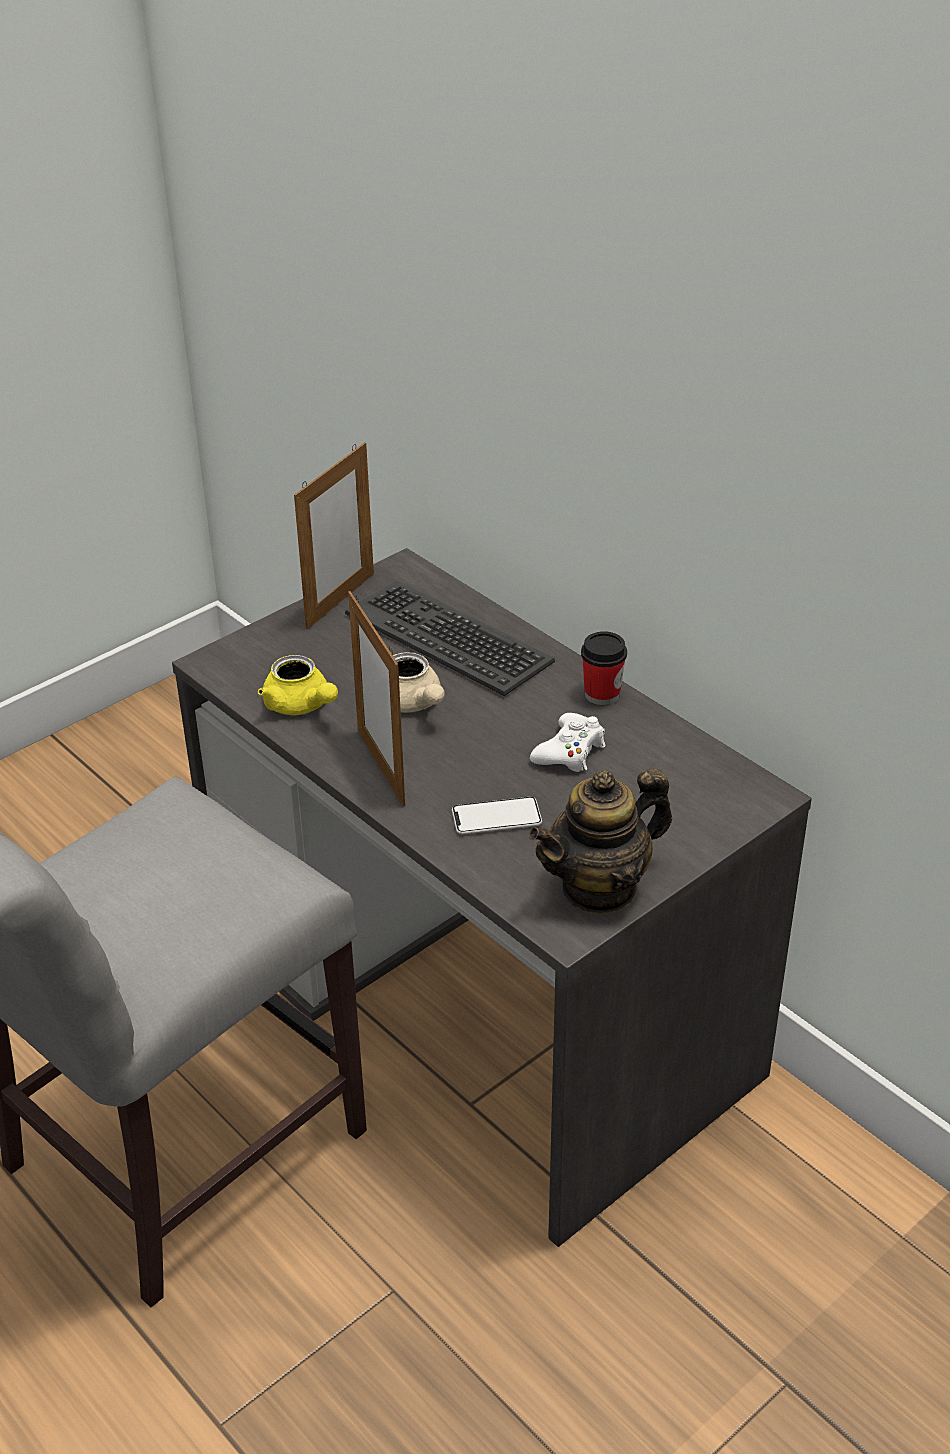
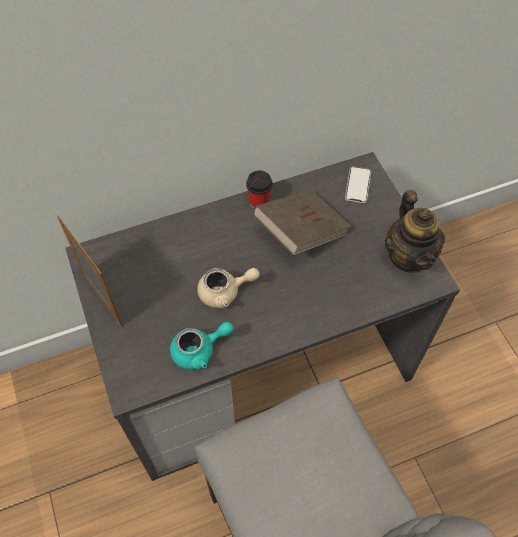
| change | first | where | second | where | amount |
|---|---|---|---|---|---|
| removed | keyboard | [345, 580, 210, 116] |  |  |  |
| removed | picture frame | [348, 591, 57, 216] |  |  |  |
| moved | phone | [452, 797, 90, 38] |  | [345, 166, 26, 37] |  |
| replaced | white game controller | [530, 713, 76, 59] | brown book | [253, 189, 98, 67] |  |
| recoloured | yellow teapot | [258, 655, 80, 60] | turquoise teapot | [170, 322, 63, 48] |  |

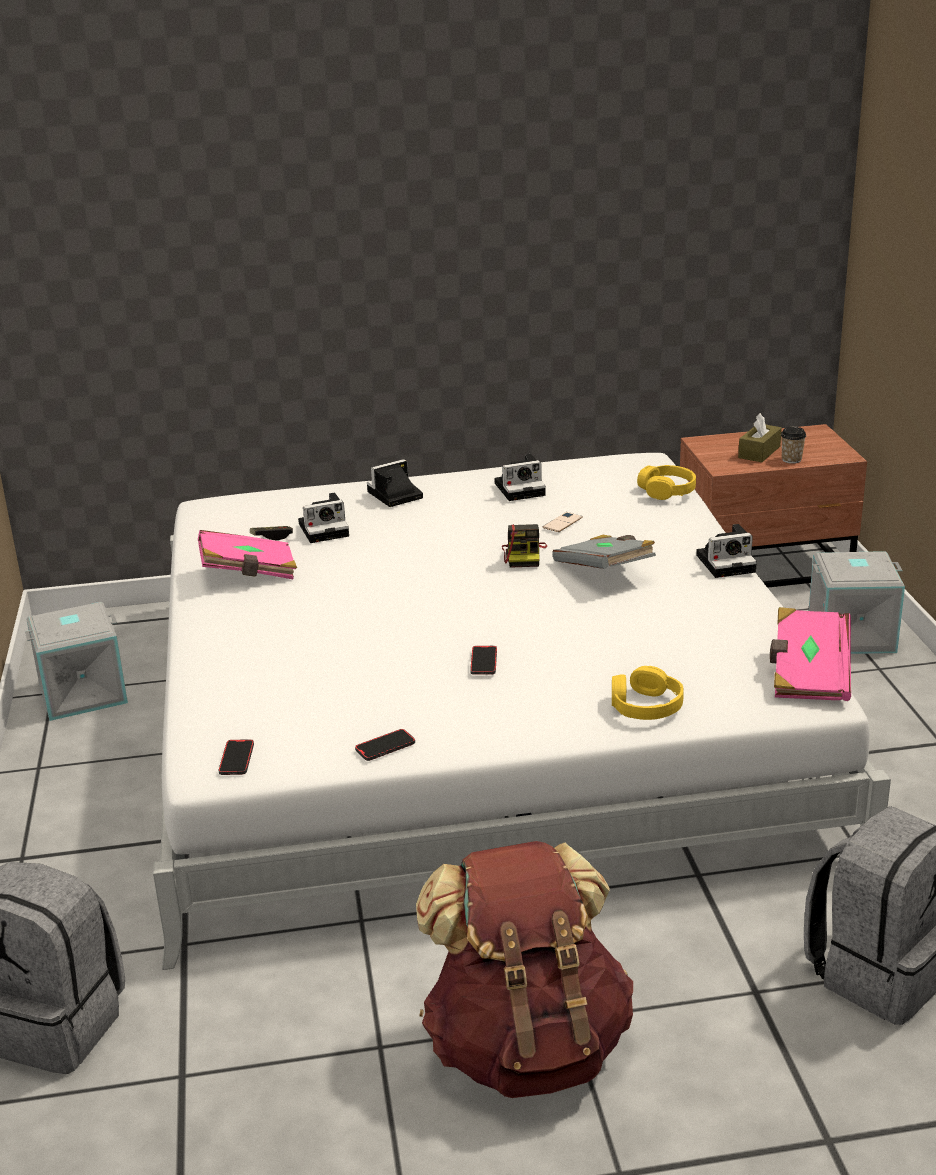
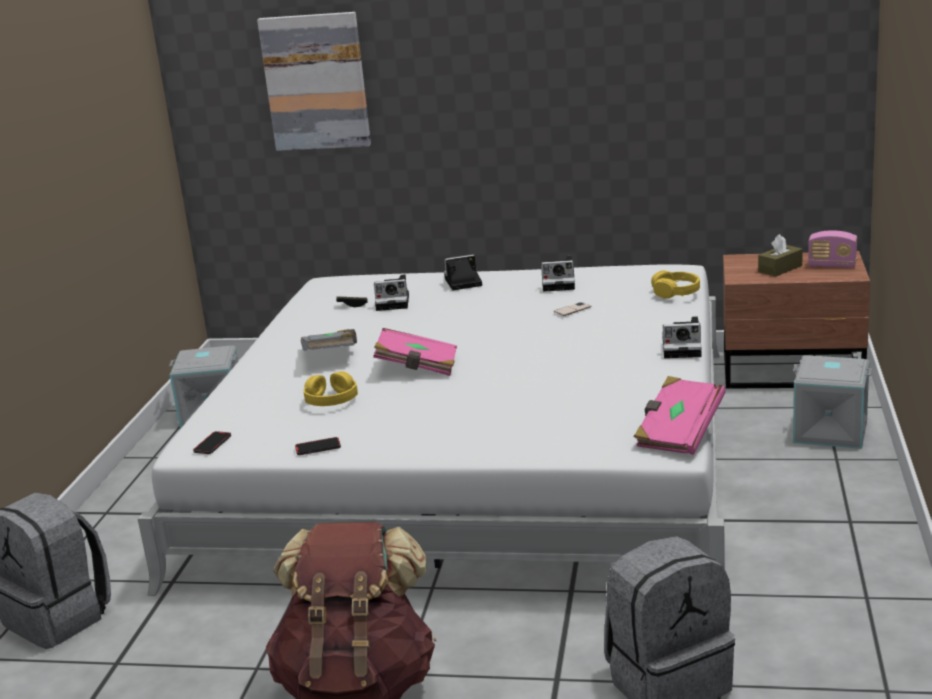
| change | first | where | second | where | amount |
|---|---|---|---|---|---|
| removed | phone | [470, 646, 27, 29] |  |  |  |
| removed | photo camera | [502, 524, 45, 44] |  |  |  |
| removed | cup | [781, 427, 25, 37] |  |  |  |
| added |  |  | picture | [257, 12, 114, 139] |  |
| added |  |  | radio | [808, 230, 49, 38] |  |
| moved | pink book | [198, 530, 99, 49] |  | [373, 328, 84, 48] |  |
| moved | grey book | [552, 535, 104, 34] |  | [301, 329, 56, 22] |  |
| moved | yellow headphones | [612, 666, 72, 54] |  | [304, 371, 54, 35] |  |

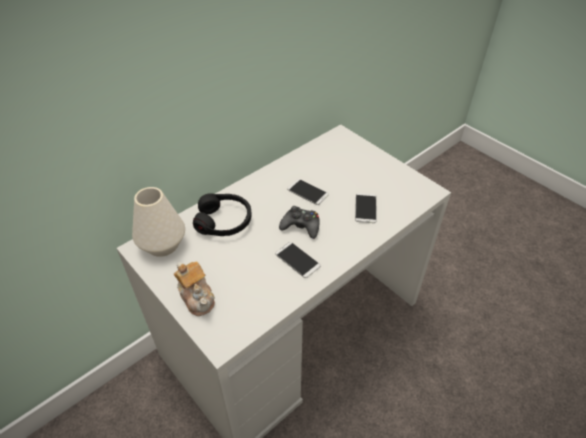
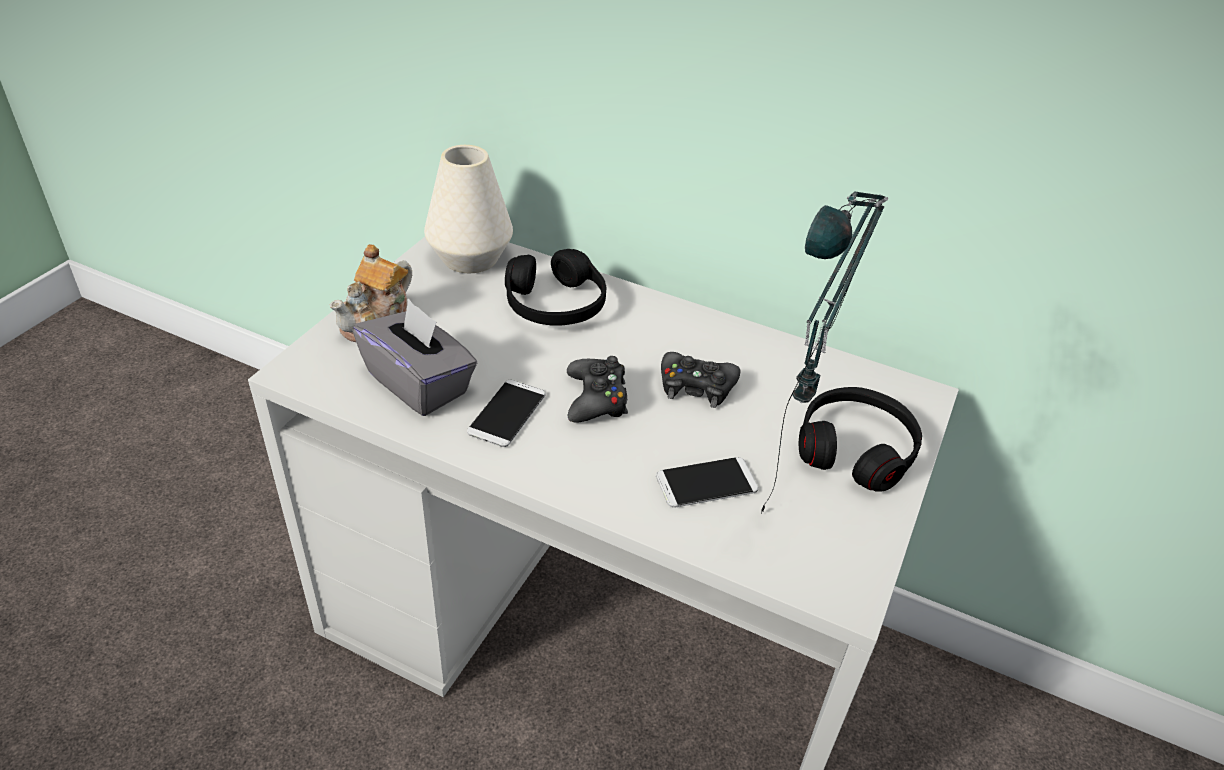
| change | first | where | second | where | amount |
|---|---|---|---|---|---|
| added |  |  | grey tissue box | [353, 299, 124, 117] |  |
| added |  |  | table lamp | [761, 191, 127, 323] |  |
| added |  |  | black headphones | [799, 387, 123, 105] |  |
| replaced | phone | [287, 179, 42, 26] | black game controller | [661, 352, 79, 56] |  |

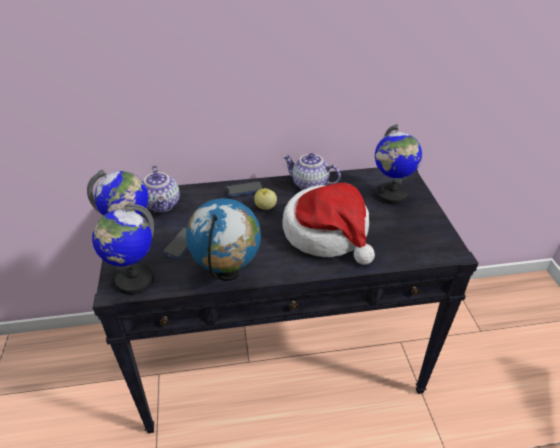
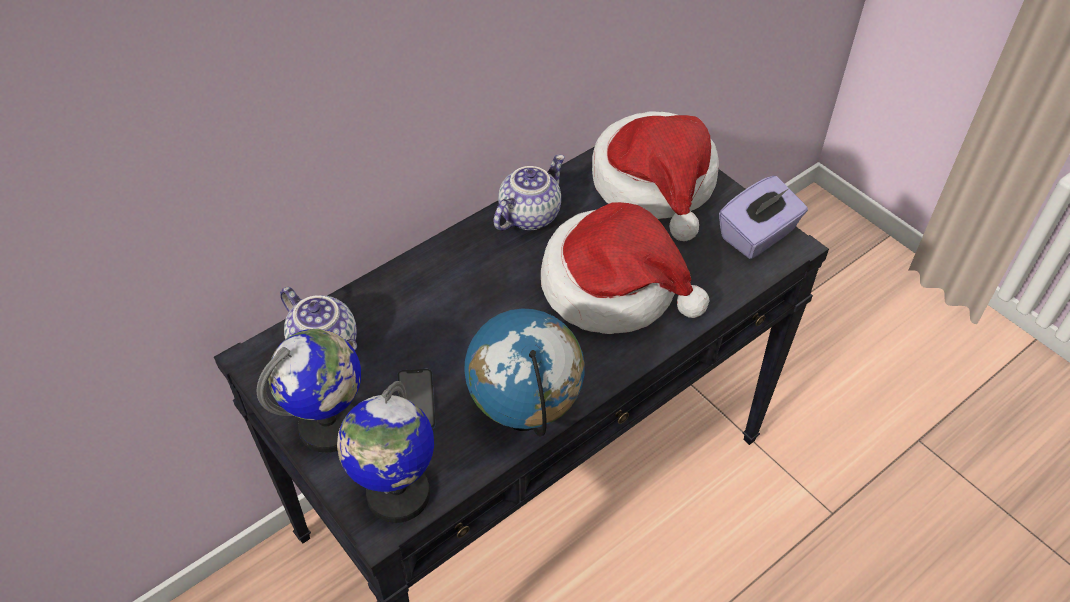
| change | first | where | second | where | amount |
|---|---|---|---|---|---|
| removed | phone | [225, 181, 39, 15] |  |  |  |
| removed | apple | [254, 188, 23, 22] |  |  |  |
| added |  |  | purple tissue box | [719, 176, 89, 83] |  |
| replaced | globe | [375, 124, 47, 81] | hat | [592, 111, 127, 130] |  |
| turned | teapot | [283, 153, 58, 37] |  | [493, 155, 72, 76] | 135 degrees clockwise |

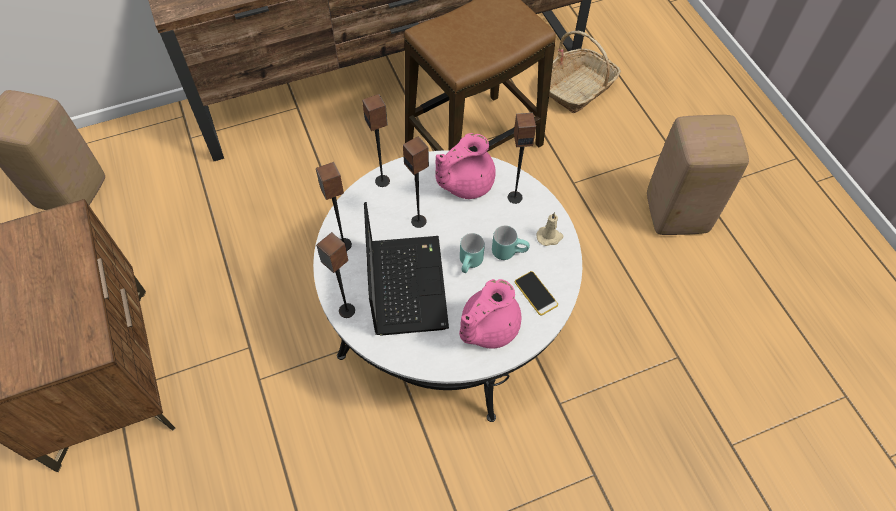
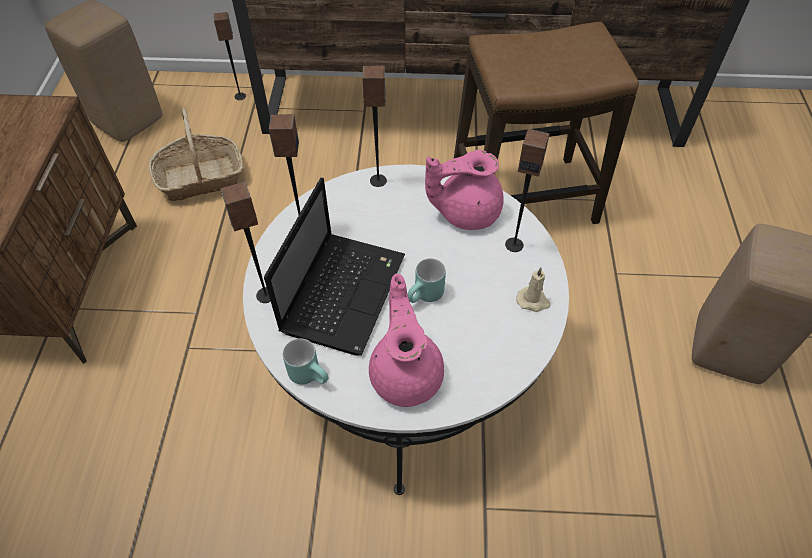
| change | first | where | second | where | amount |
|---|---|---|---|---|---|
| removed | phone | [515, 271, 43, 45] |  |  |  |
| moved | speaker | [403, 136, 26, 92] |  | [214, 12, 32, 88] |  |
| moved | turquoise mug | [492, 225, 38, 35] |  | [283, 338, 46, 47] |  |
| moved | basket | [549, 31, 72, 82] |  | [148, 108, 96, 93] |  |
| turned | pink teapot | [459, 279, 62, 70] |  | [369, 274, 75, 133] | 105 degrees clockwise |

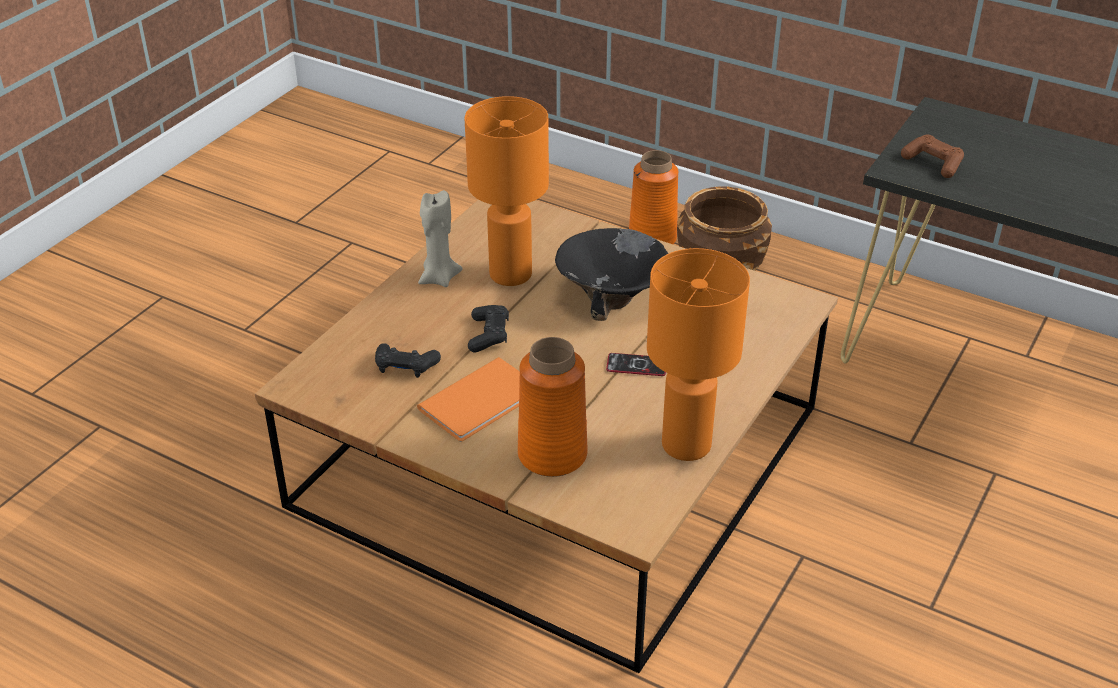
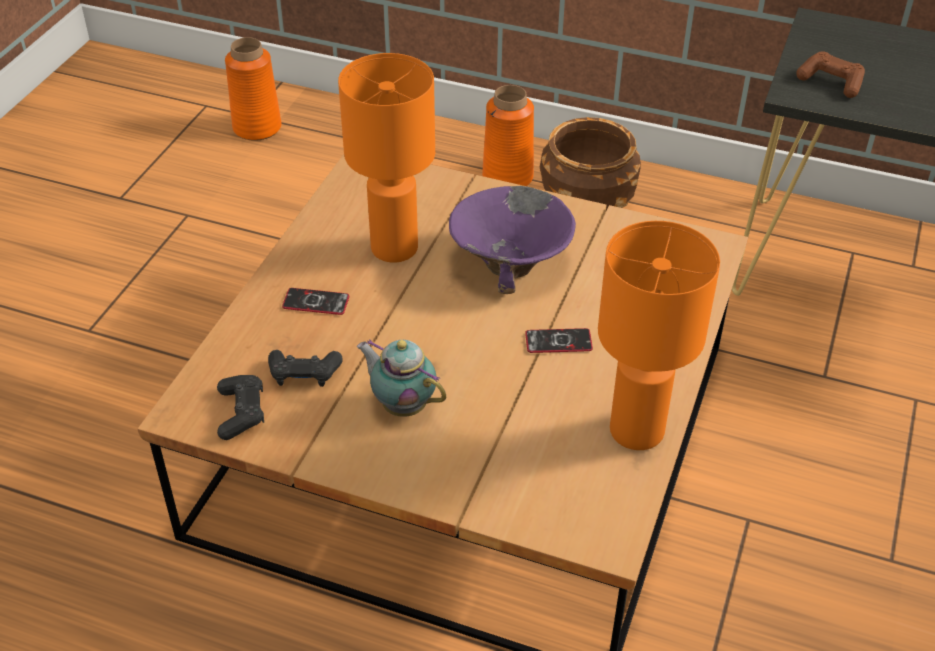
| change | first | where | second | where | amount |
|---|---|---|---|---|---|
| removed | beige candle | [418, 190, 45, 97] |  |  |  |
| added |  |  | phone | [282, 288, 67, 27] |  |
| moved | black game controller | [468, 305, 41, 47] |  | [217, 375, 47, 65] |  |
| moved | orange vase | [518, 337, 70, 140] |  | [225, 37, 56, 104] |  |
| replaced | orange book | [417, 357, 103, 84] | teapot | [357, 339, 89, 78] |  |
| recoloured | black bowl | [555, 228, 113, 93] | purple bowl | [449, 186, 127, 108] |  |

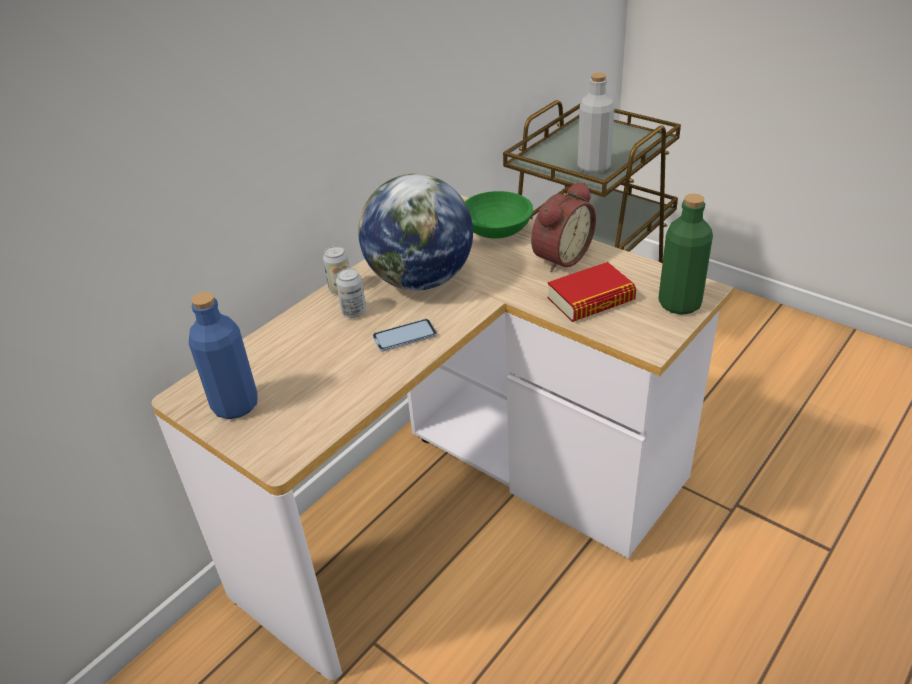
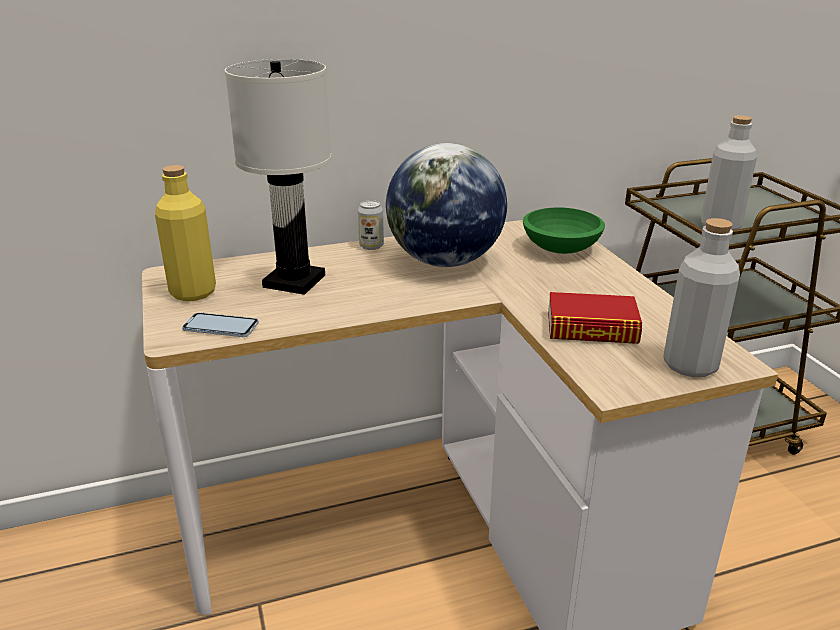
| change | first | where | second | where | amount |
|---|---|---|---|---|---|
| removed | can | [336, 268, 30, 50] |  |  |  |
| removed | alarm clock | [531, 182, 65, 90] |  |  |  |
| added |  |  | white table lamp | [225, 59, 107, 236] |  |
| moved | phone | [372, 319, 65, 33] |  | [182, 312, 77, 25] |  |
| recoloured | blue bottle | [189, 292, 68, 127] | yellow bottle | [155, 165, 61, 136] |  |
| recoloured | green bottle | [658, 193, 55, 122] | grey bottle | [663, 218, 77, 159] |  |

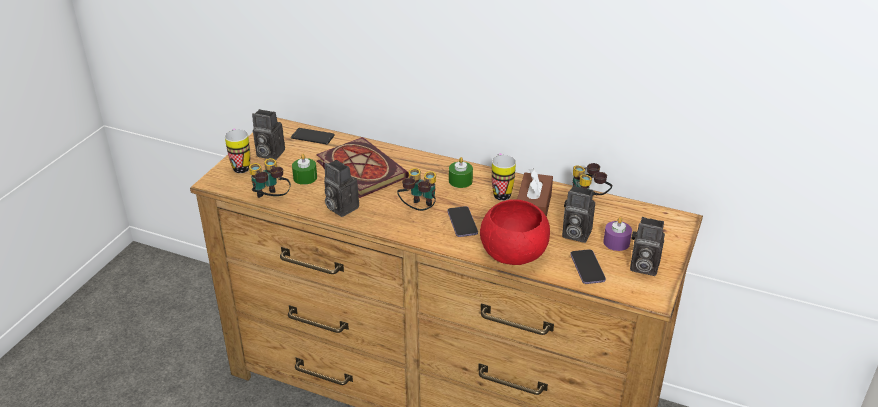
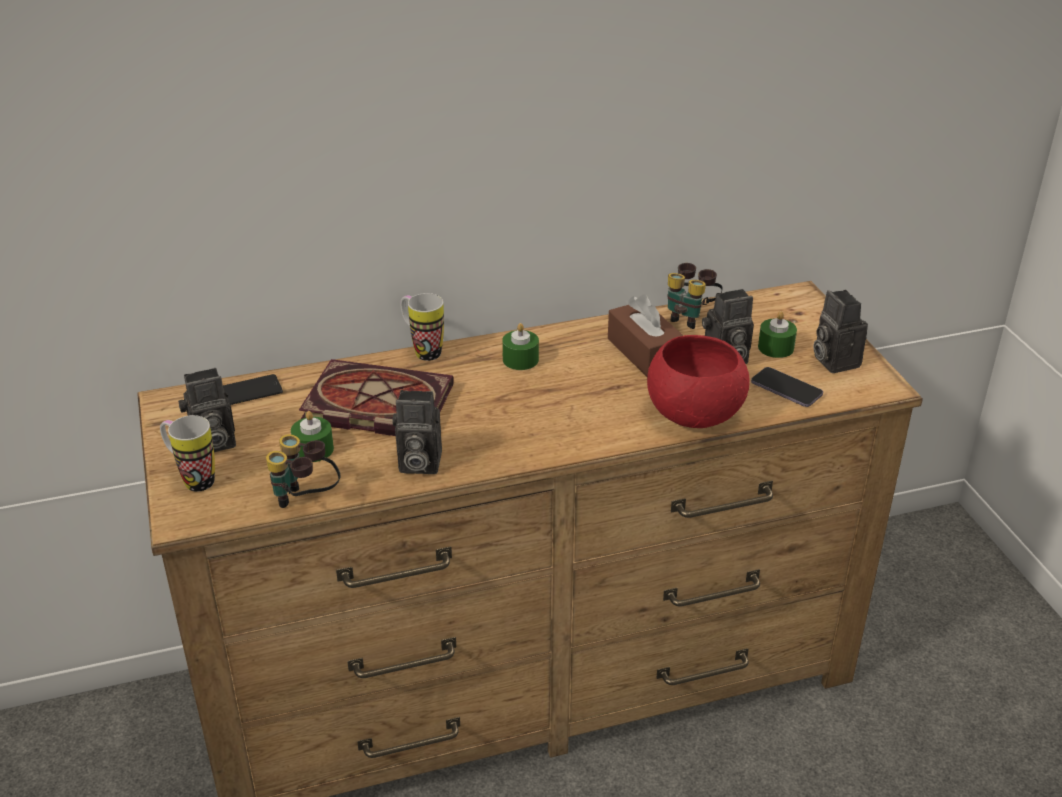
| change | first | where | second | where | amount |
|---|---|---|---|---|---|
| removed | binoculars | [397, 168, 39, 43] |  |  |  |
| removed | phone | [447, 206, 31, 31] |  |  |  |
| moved | mug | [492, 153, 24, 48] |  | [401, 293, 43, 68] |  |
| recoloured | purple candle | [603, 217, 29, 34] | green candle | [758, 311, 39, 47] |  |
| turned | photo camera | [630, 217, 35, 59] |  | [813, 290, 55, 83] | 90 degrees clockwise |

